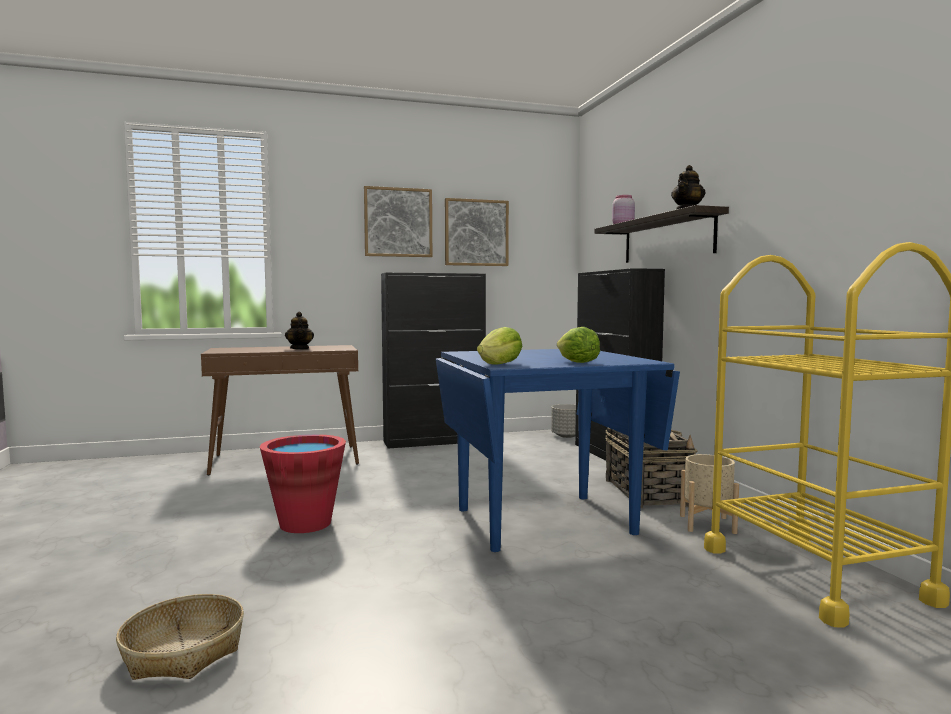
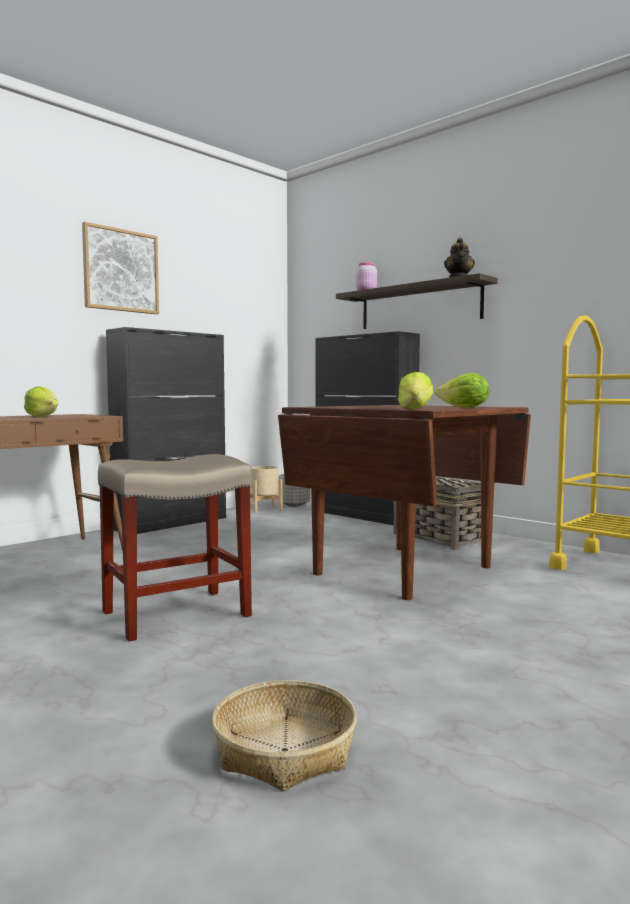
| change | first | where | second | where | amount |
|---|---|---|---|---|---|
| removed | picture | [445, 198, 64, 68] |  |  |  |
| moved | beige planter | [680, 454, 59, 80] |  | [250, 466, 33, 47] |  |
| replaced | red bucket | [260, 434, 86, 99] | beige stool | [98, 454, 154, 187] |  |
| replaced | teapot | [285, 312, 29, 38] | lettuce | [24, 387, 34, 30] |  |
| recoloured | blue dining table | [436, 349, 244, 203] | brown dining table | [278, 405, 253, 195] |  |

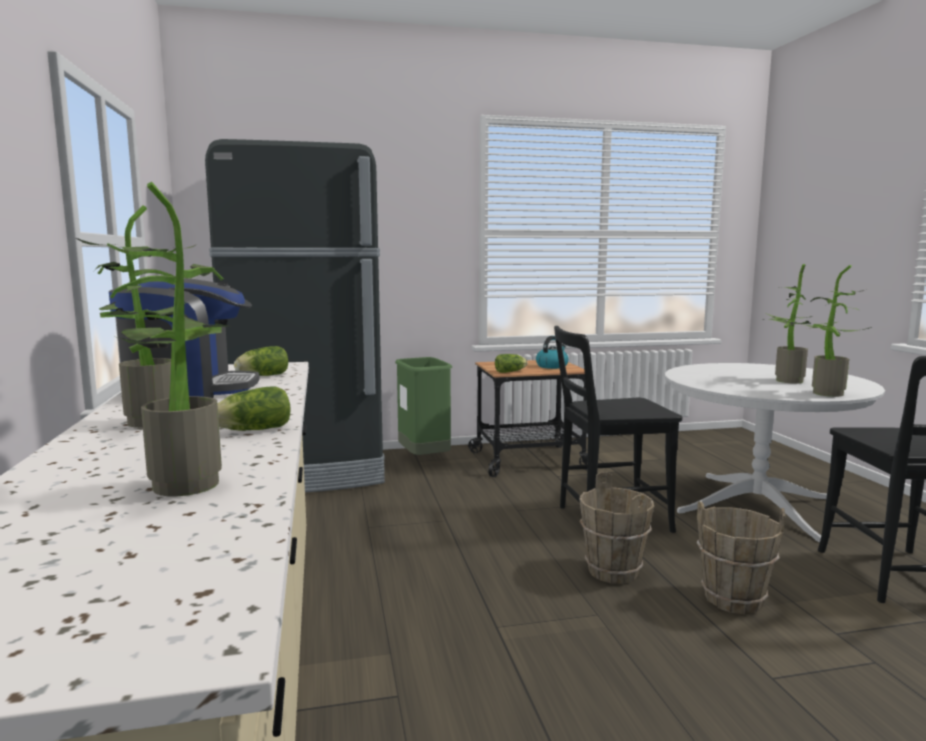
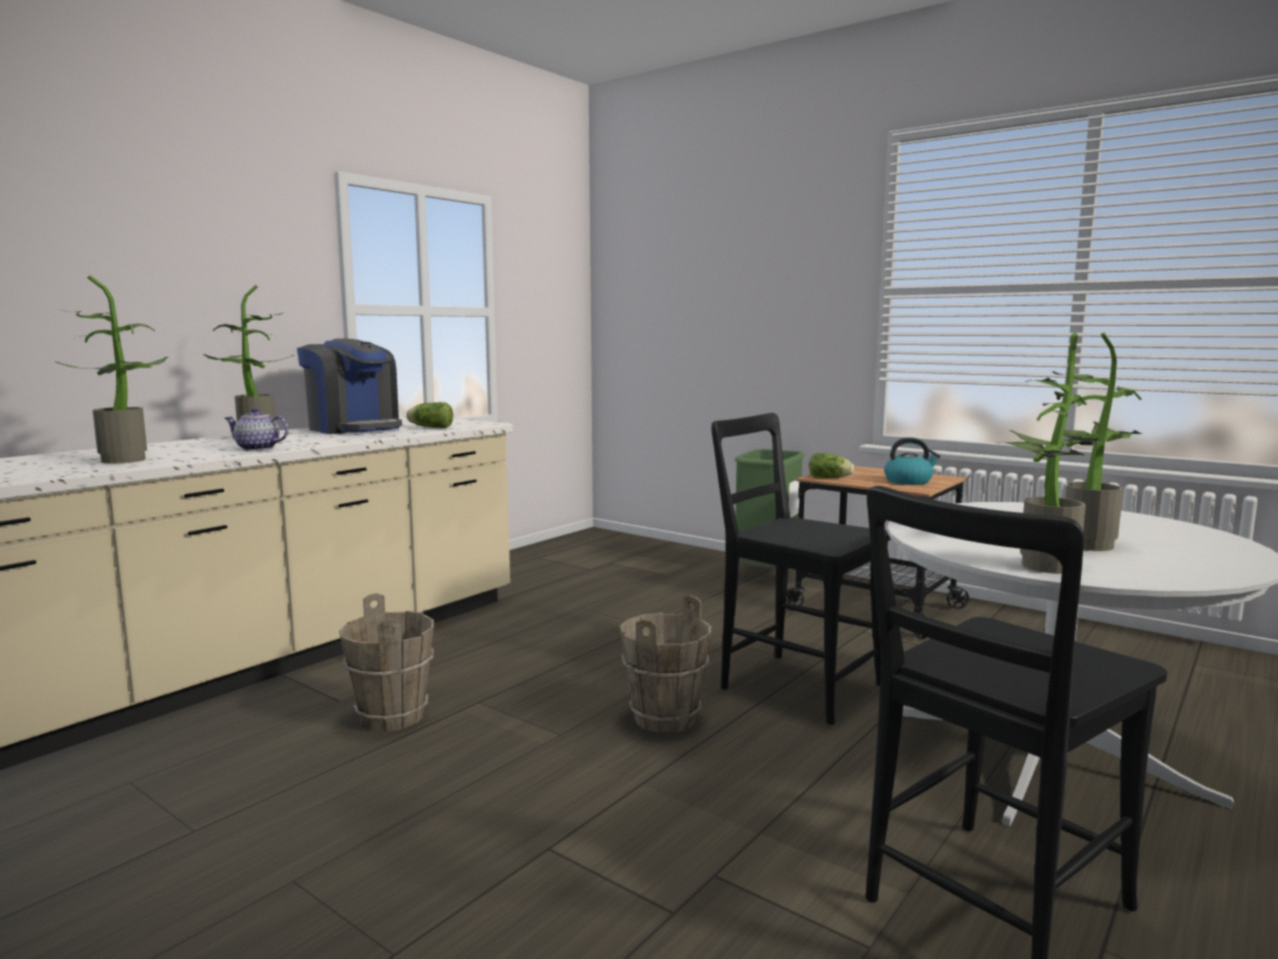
| change | first | where | second | where | amount |
|---|---|---|---|---|---|
| removed | black fridge | [205, 139, 180, 353] |  |  |  |
| moved | brown bucket | [697, 501, 88, 113] |  | [339, 593, 95, 139] |  |
| replaced | lettuce | [217, 386, 73, 44] | teapot | [225, 408, 64, 43] |  |

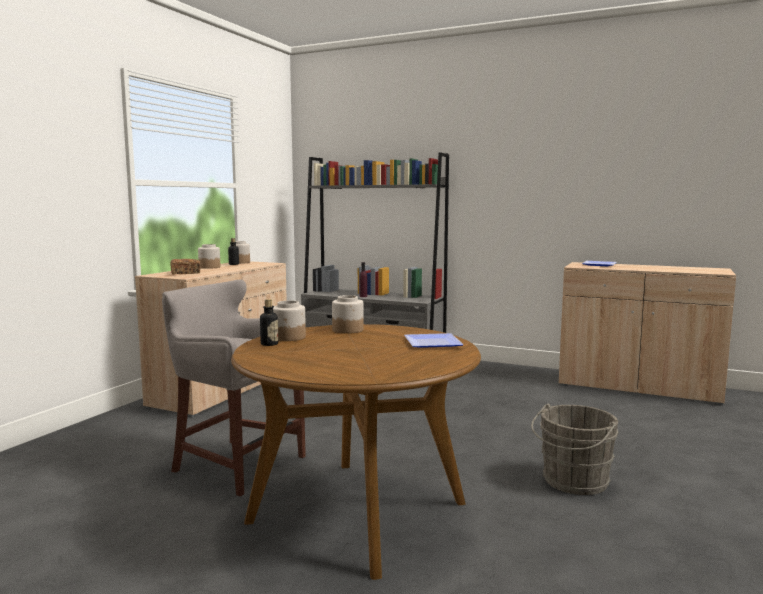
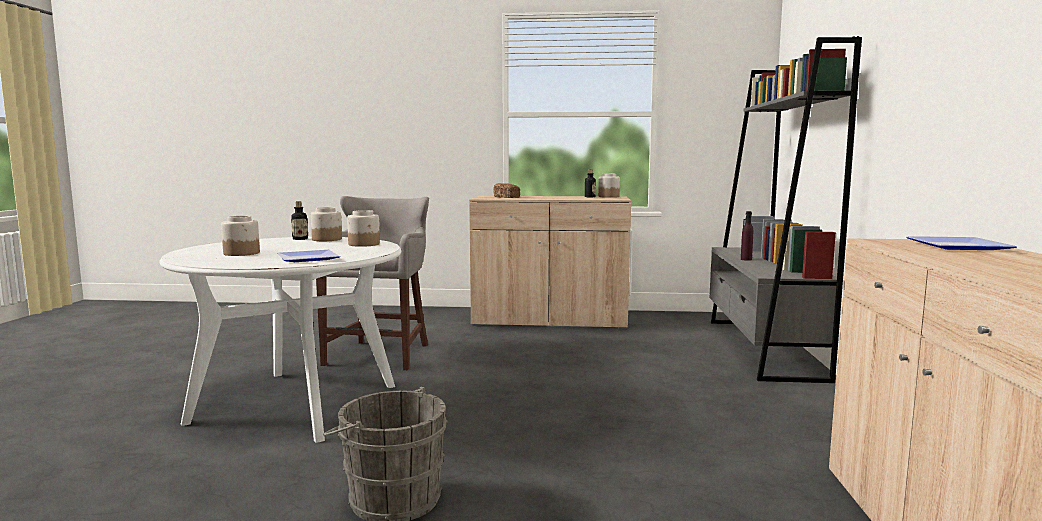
| change | first | where | second | where | amount |
|---|---|---|---|---|---|
| moved | jar | [198, 244, 22, 25] |  | [221, 216, 39, 40] |  |
| recoloured | brown dining table | [231, 324, 250, 256] | white dining table | [159, 237, 243, 206] |  |

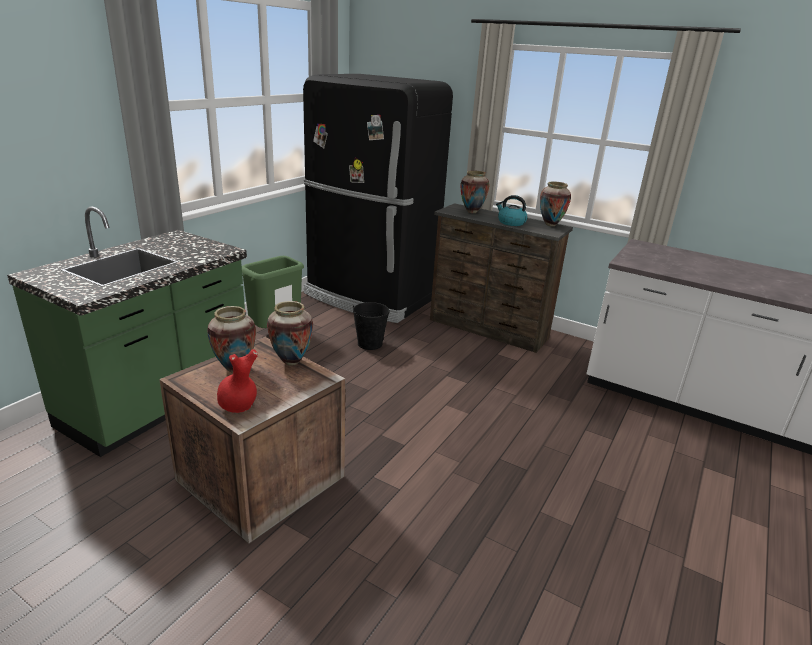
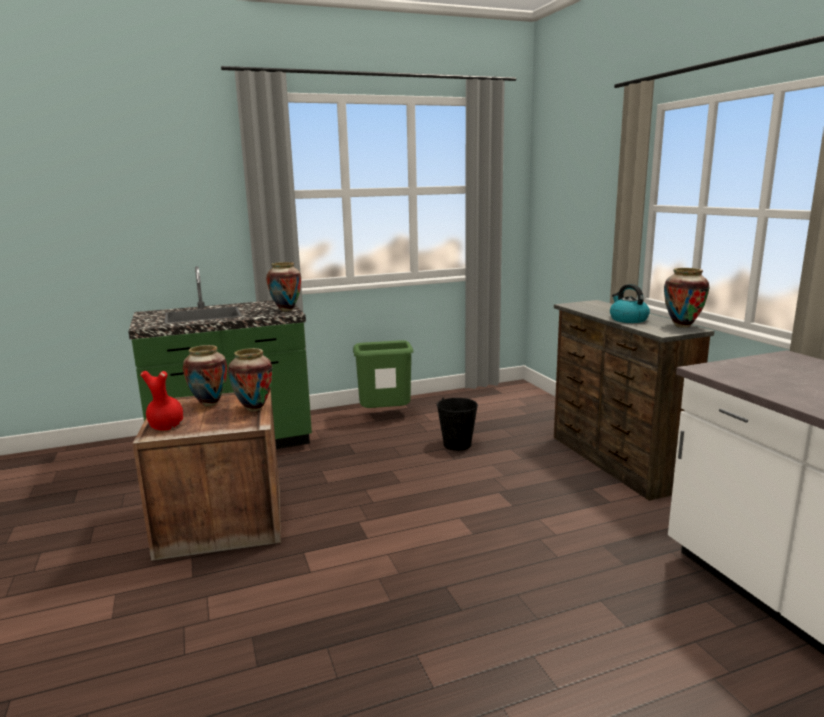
| change | first | where | second | where | amount |
|---|---|---|---|---|---|
| removed | black fridge | [303, 74, 150, 249] |  |  |  |
| moved | vase | [461, 170, 29, 43] |  | [266, 262, 35, 50] |  |

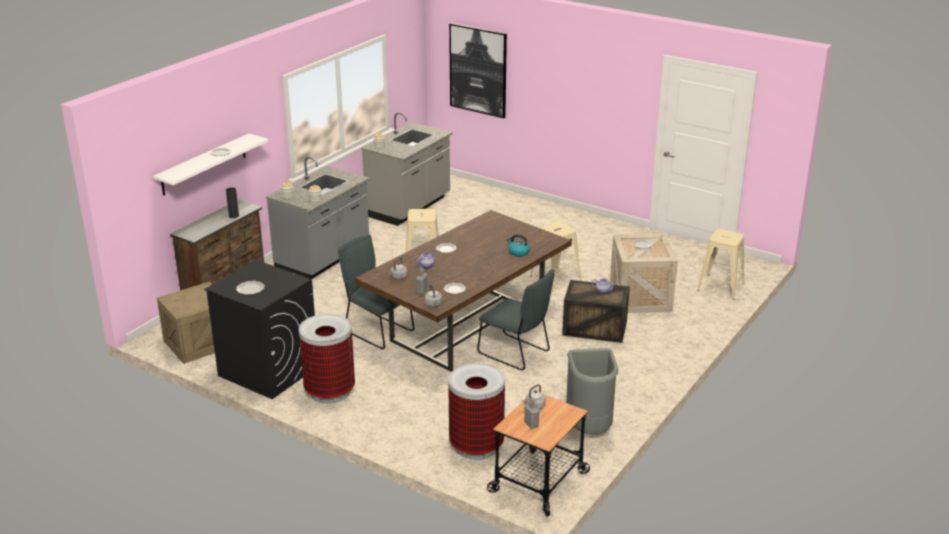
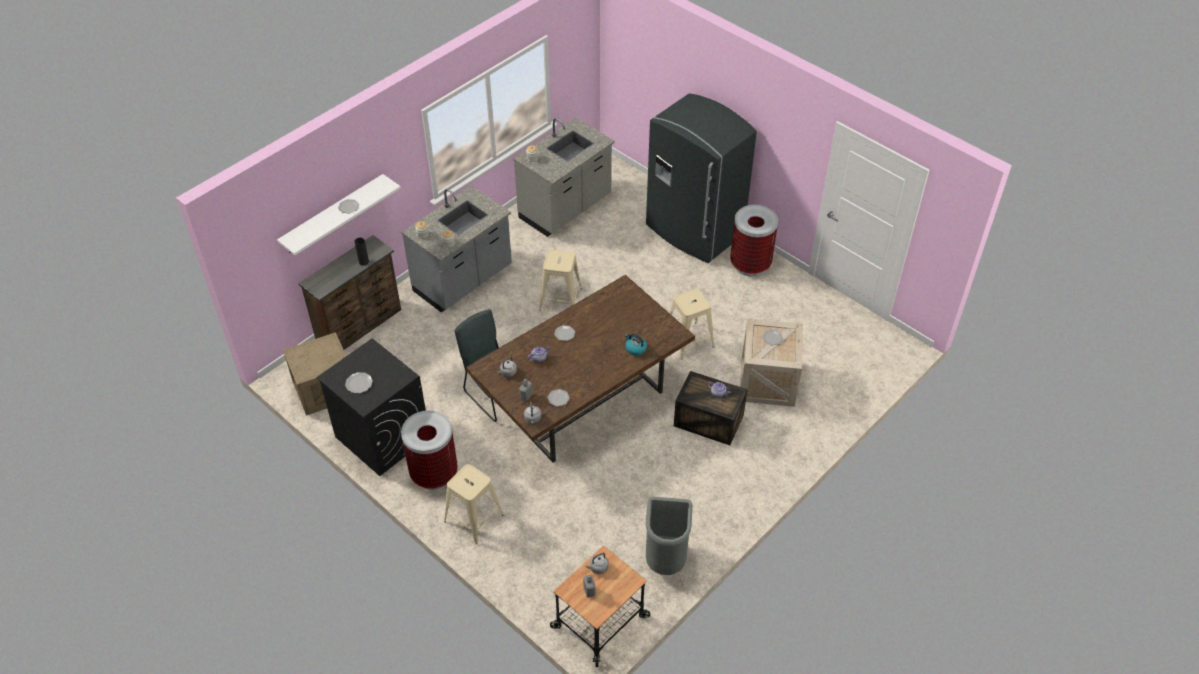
| change | first | where | second | where | amount |
|---|---|---|---|---|---|
| removed | picture | [449, 23, 58, 95] |  |  |  |
| removed | grey chair | [477, 269, 78, 101] |  |  |  |
| added |  |  | grey fridge | [646, 93, 111, 170] |  |
| moved | trash can | [448, 363, 57, 97] |  | [730, 205, 48, 71] |  |
| moved | beige stool | [697, 229, 47, 70] |  | [444, 464, 60, 80] |  |

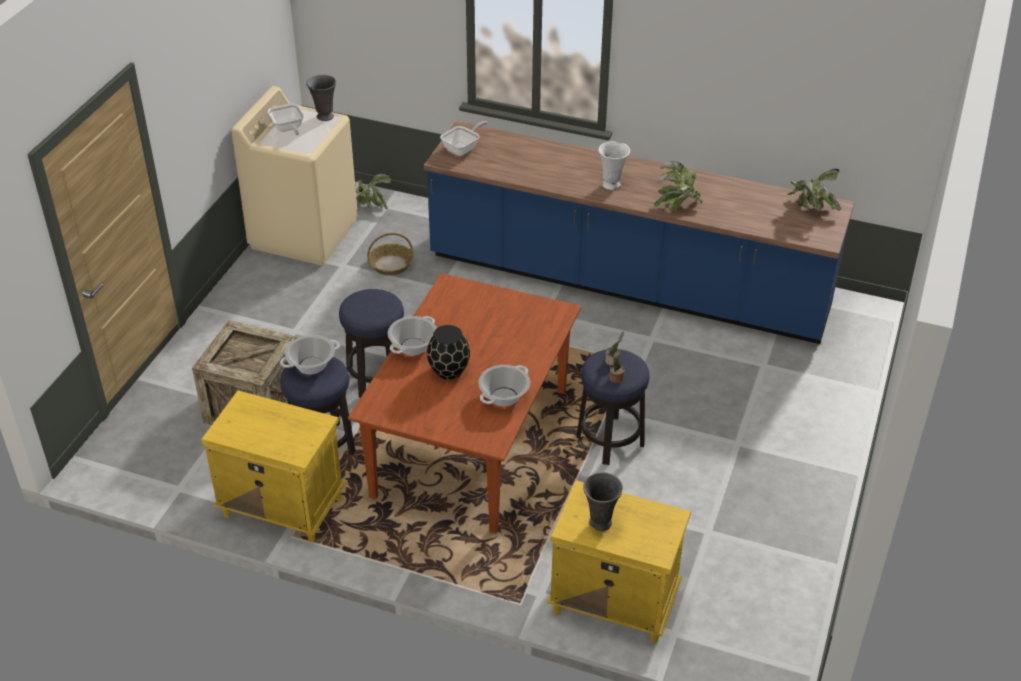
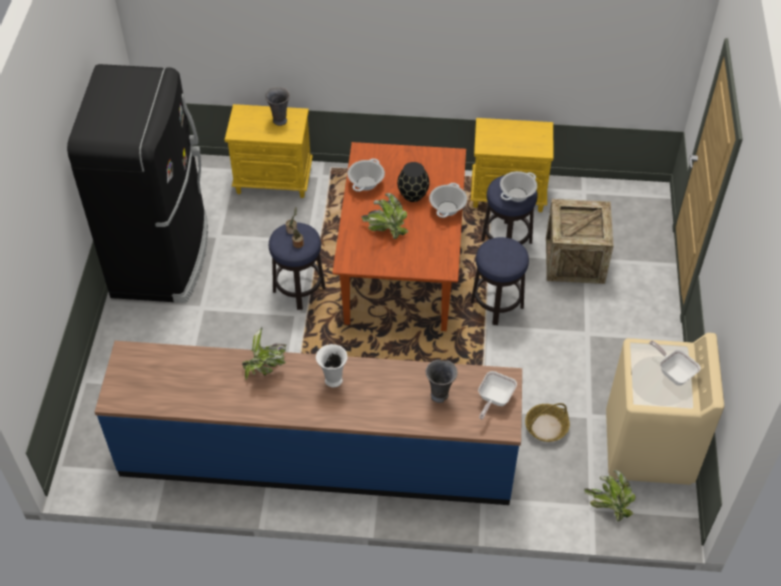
| change | first | where | second | where | amount |
|---|---|---|---|---|---|
| added |  |  | black fridge | [67, 64, 141, 239] |  |
| moved | grey vase | [306, 75, 30, 46] |  | [426, 360, 32, 43] |  |
| moved | potted plant | [787, 169, 55, 42] |  | [361, 193, 48, 46] |  |

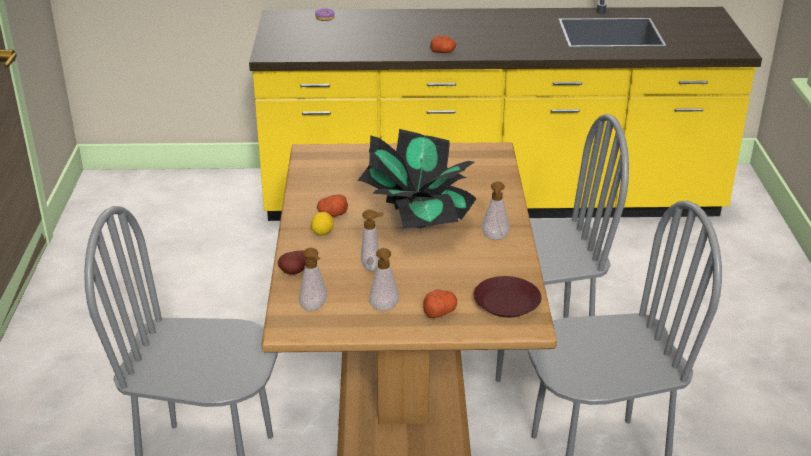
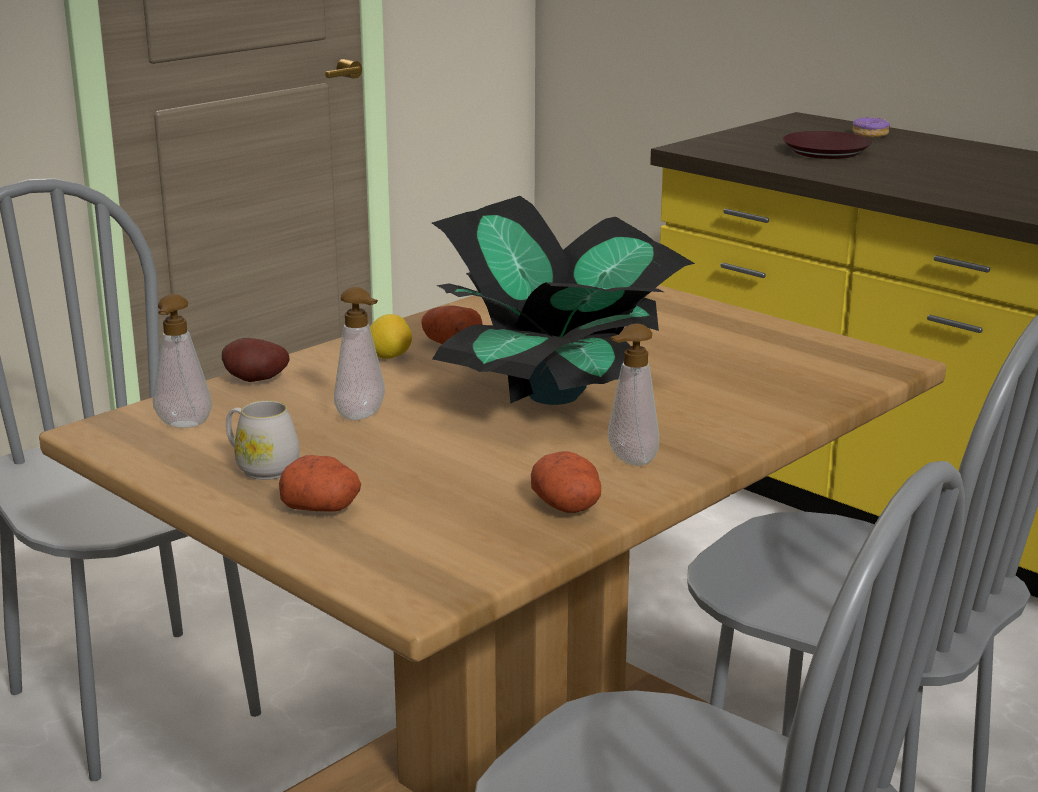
| change | first | where | second | where | amount |
|---|---|---|---|---|---|
| moved | potato | [430, 35, 26, 18] |  | [531, 451, 70, 62] |  |
| moved | brown plate | [474, 276, 68, 41] |  | [783, 131, 89, 28] |  |
| replaced | soap dispenser | [369, 248, 30, 62] | white mug | [226, 400, 73, 80] |  |

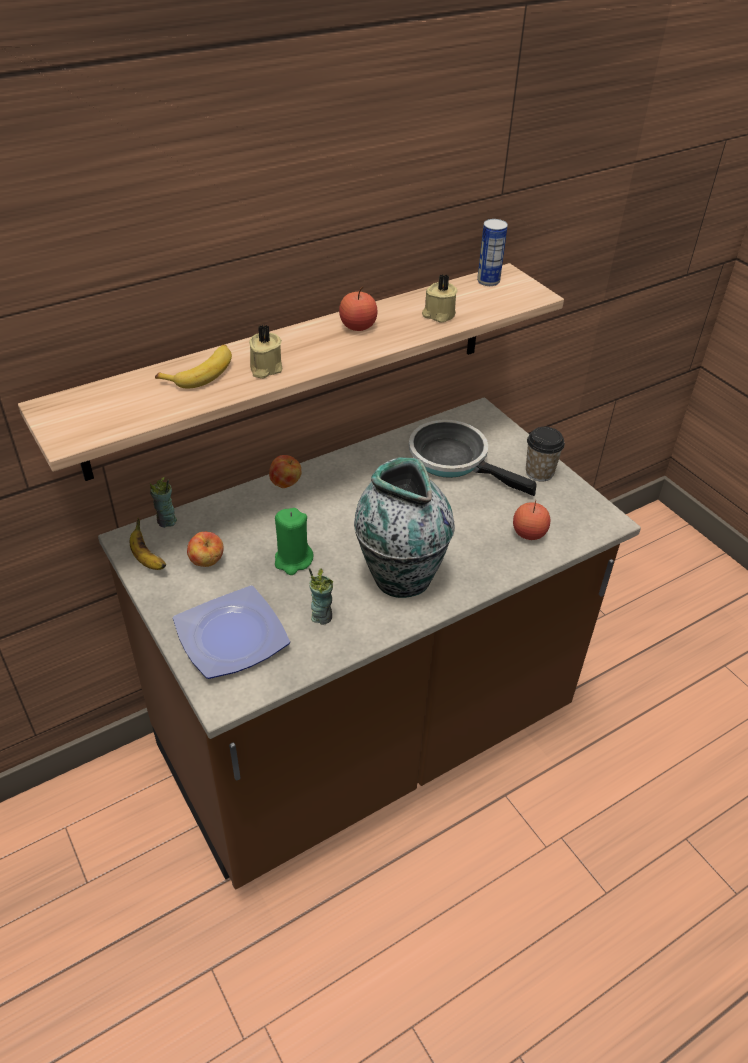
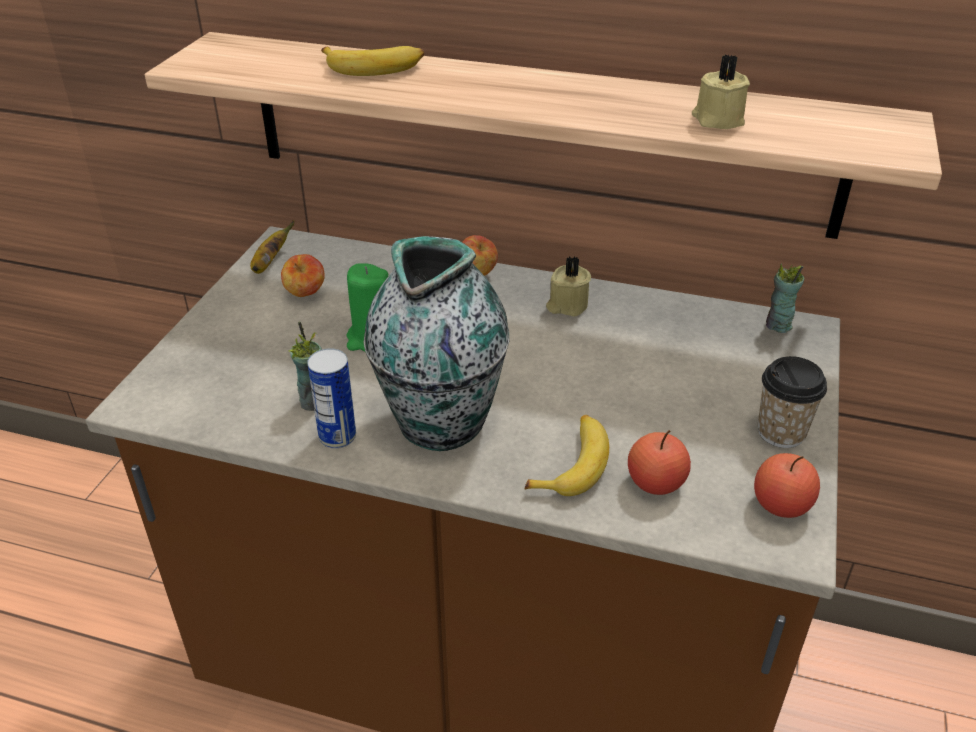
| change | first | where | second | where | amount |
|---|---|---|---|---|---|
| removed | plate | [173, 585, 117, 94] |  |  |  |
| removed | frying pan | [409, 420, 128, 76] |  |  |  |
| added |  |  | banana | [525, 415, 84, 81] |  |
| moved | cup | [150, 477, 27, 51] |  | [766, 264, 38, 69] |  |
| moved | beige candle | [249, 325, 33, 53] |  | [546, 257, 45, 60] |  |
| moved | apple | [339, 286, 39, 45] |  | [754, 453, 66, 65] |  |
| moved | can | [477, 219, 31, 67] |  | [307, 348, 49, 101] |  |

